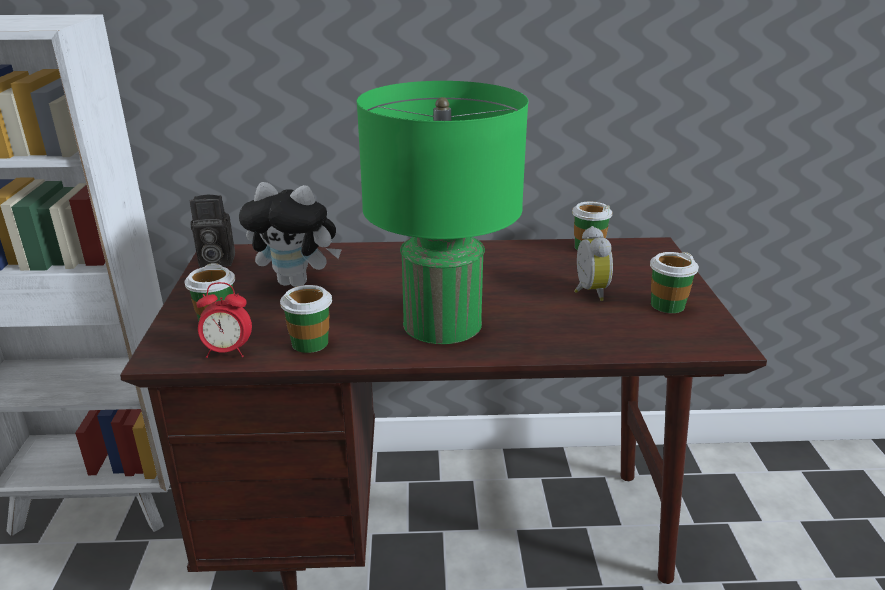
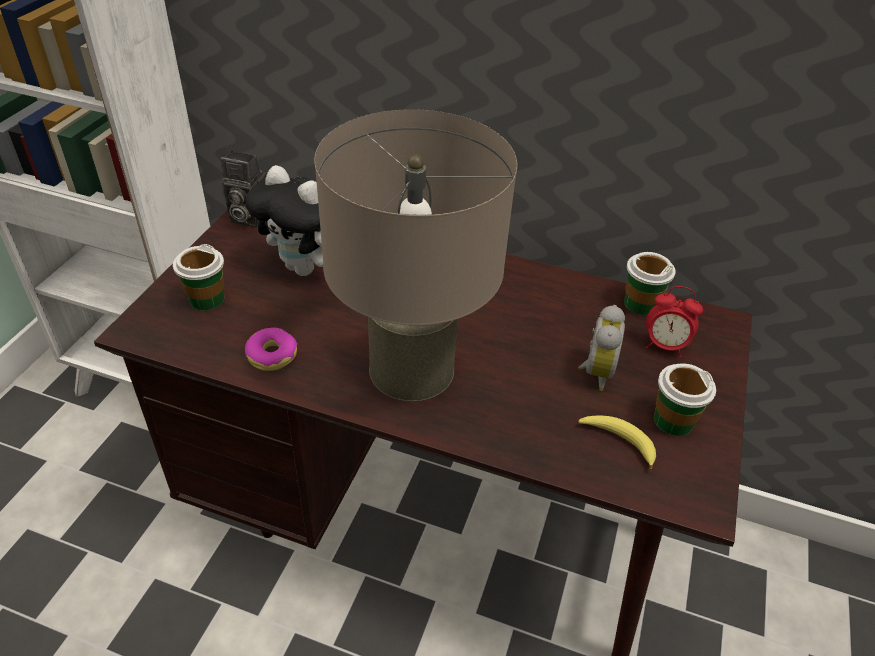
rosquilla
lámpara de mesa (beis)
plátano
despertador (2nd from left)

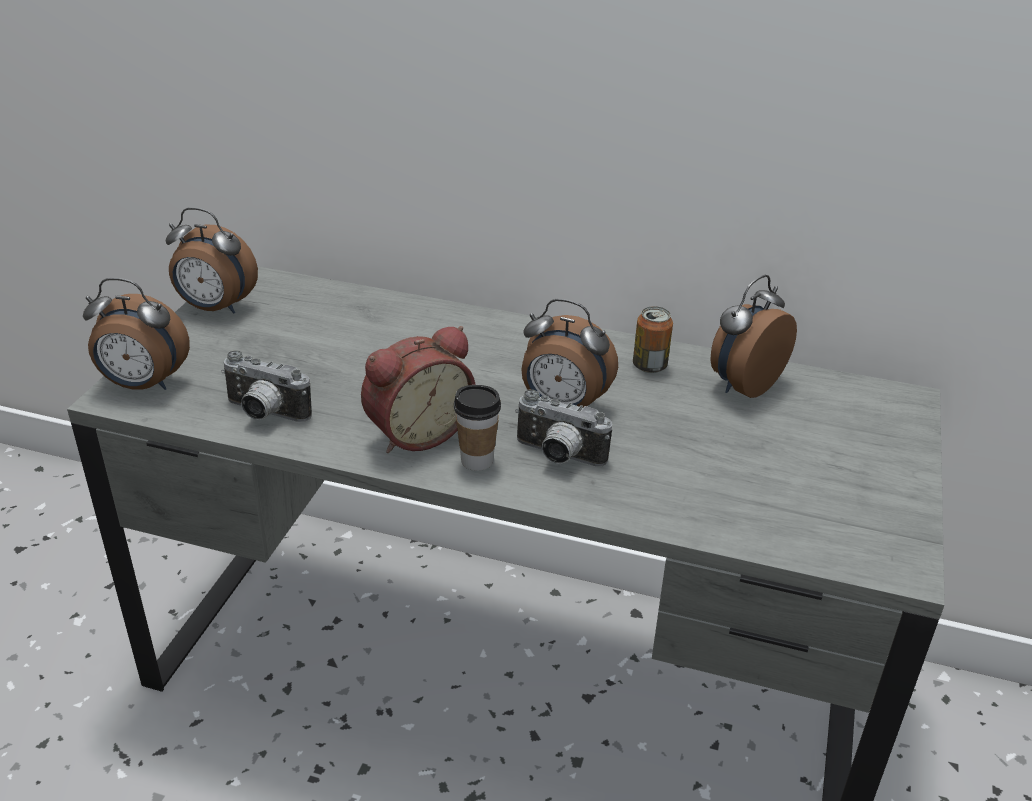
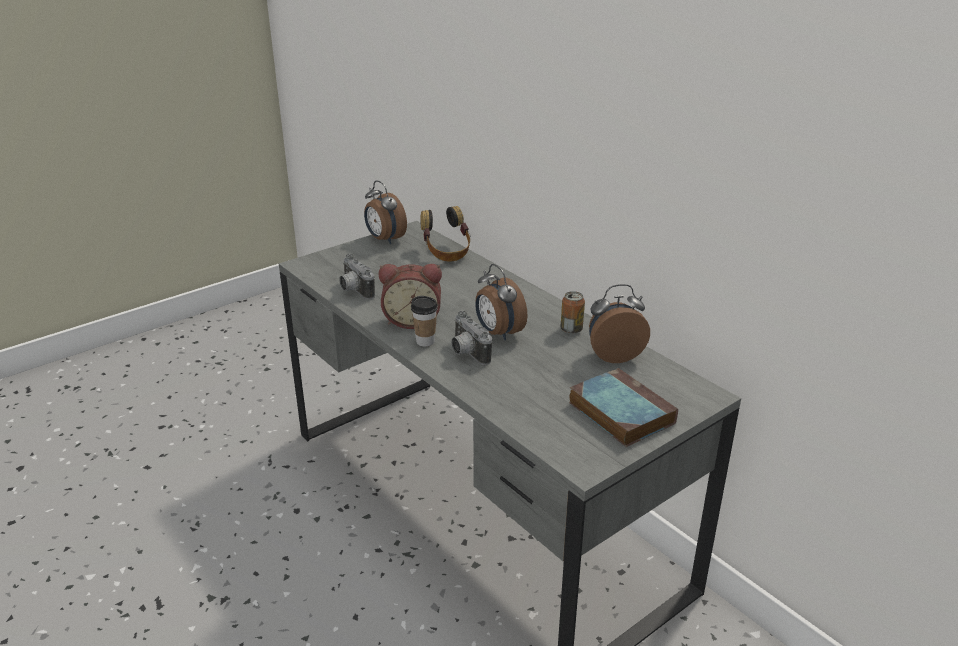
auriculares
libro
despertador (1st from left in the first image)

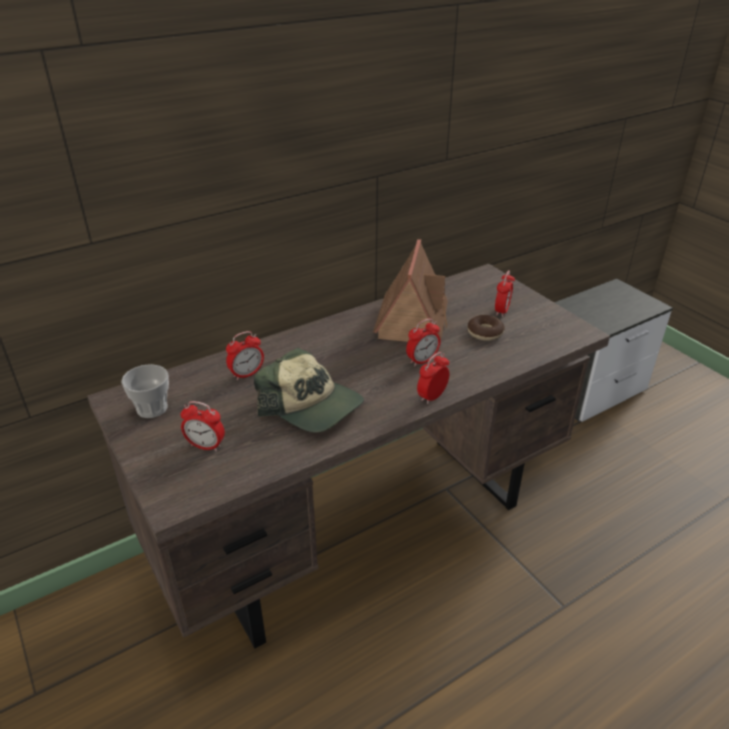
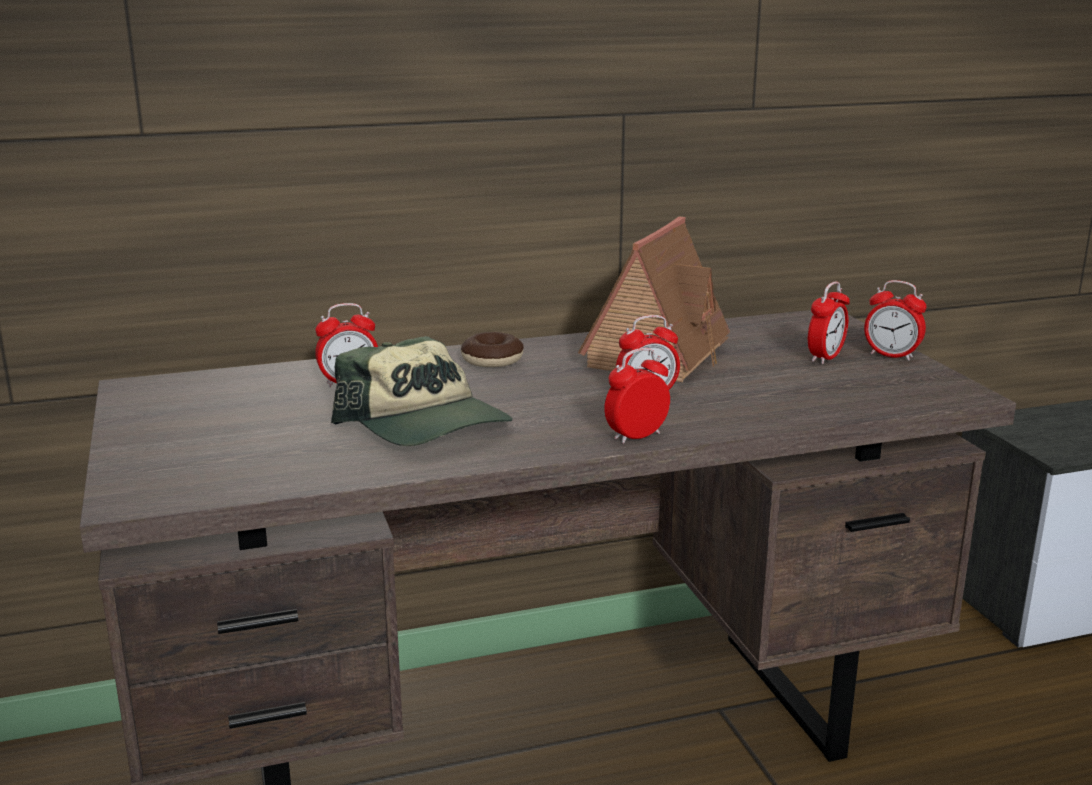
rosquilla
despertador (5th from left)
taza

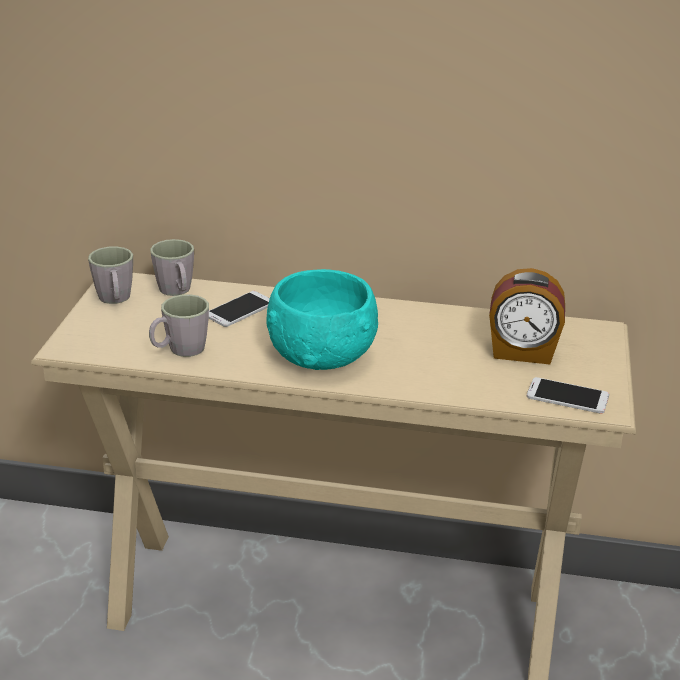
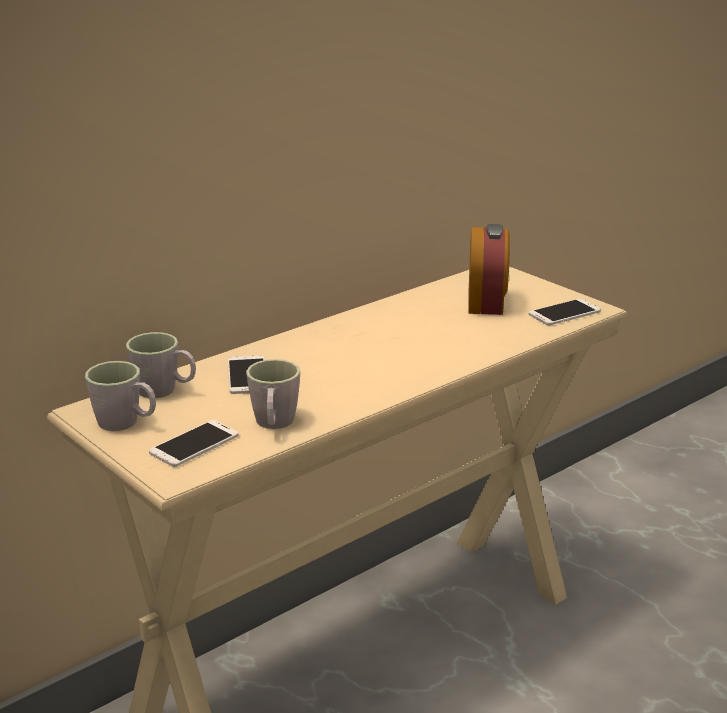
móvil (1st from left)
despertador
cuenco (turquesa)

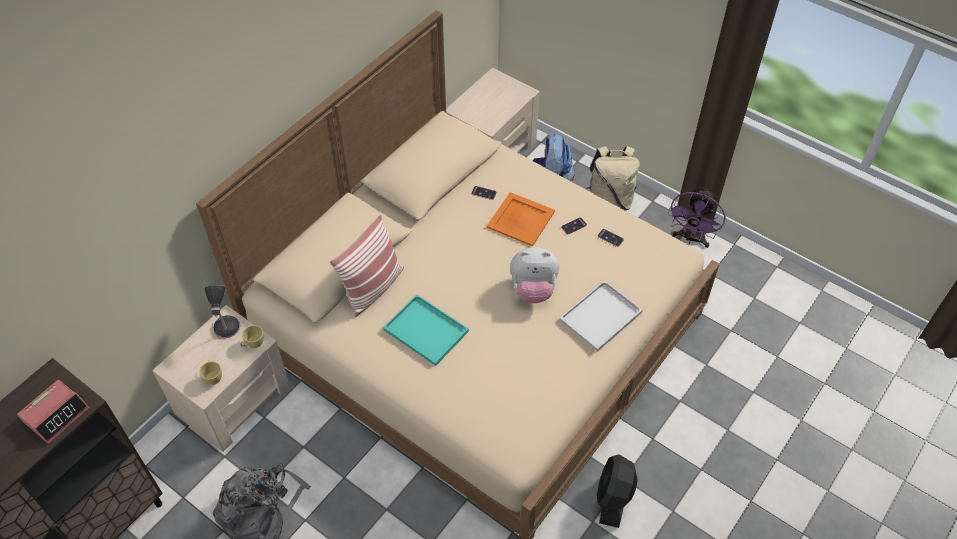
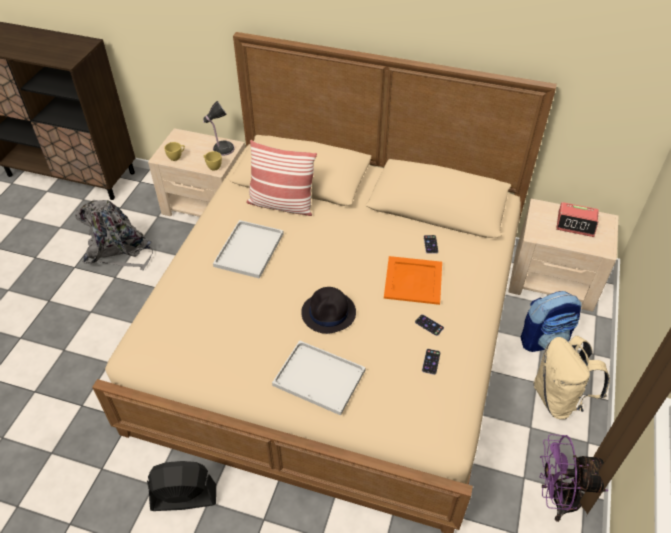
bandeja (blanco) (1st from left)
sombrero (negro)
despertador

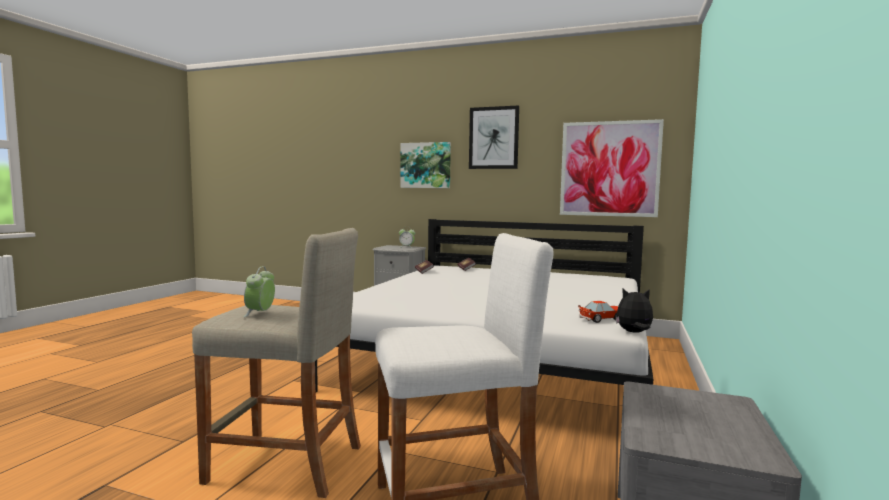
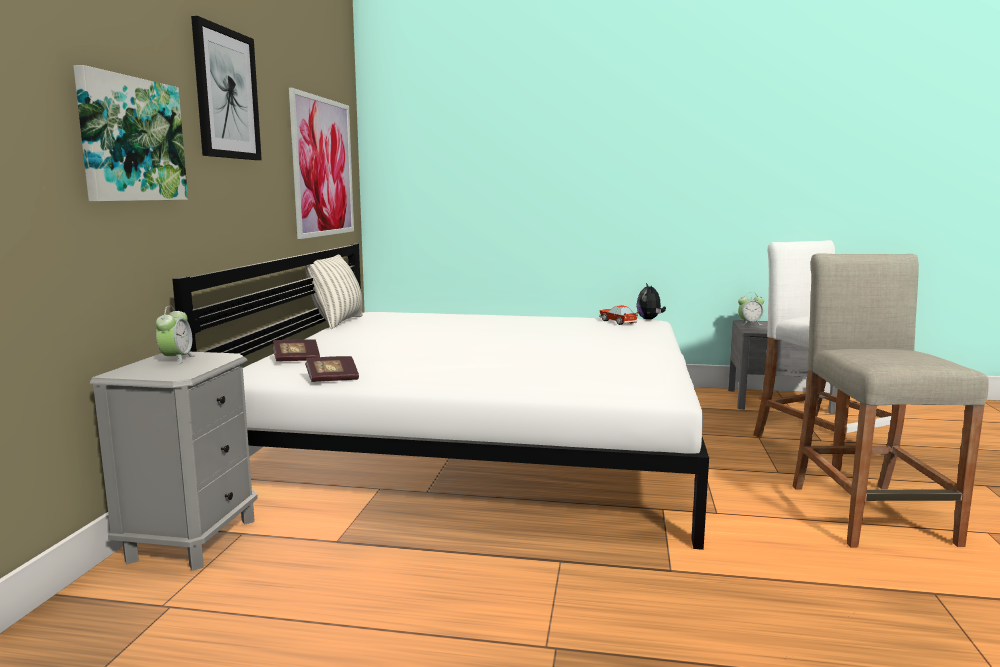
cojín
despertador (2nd from left)

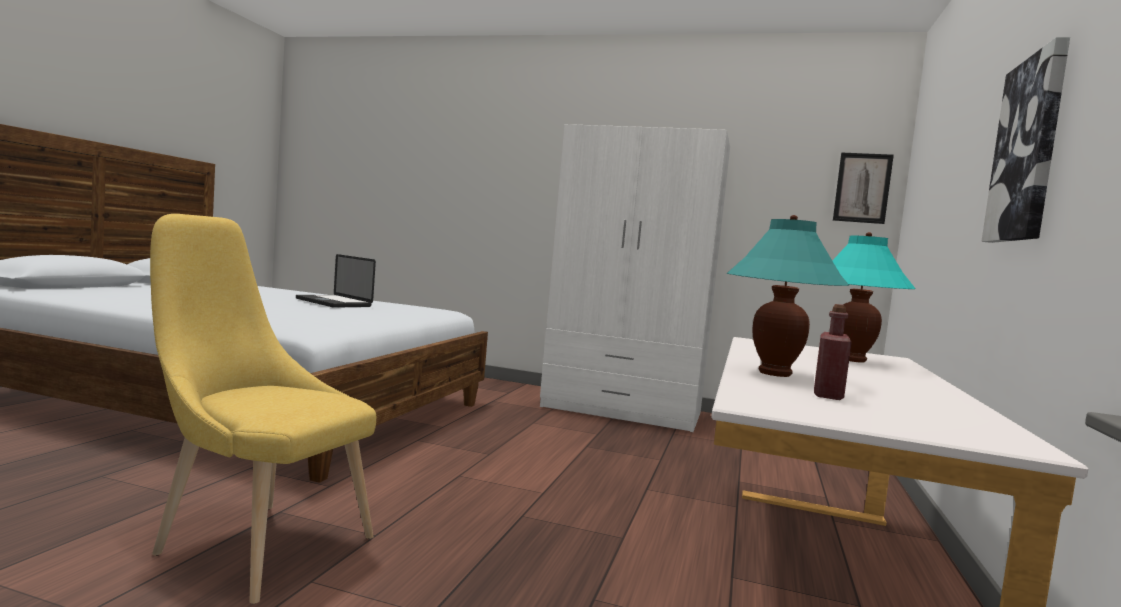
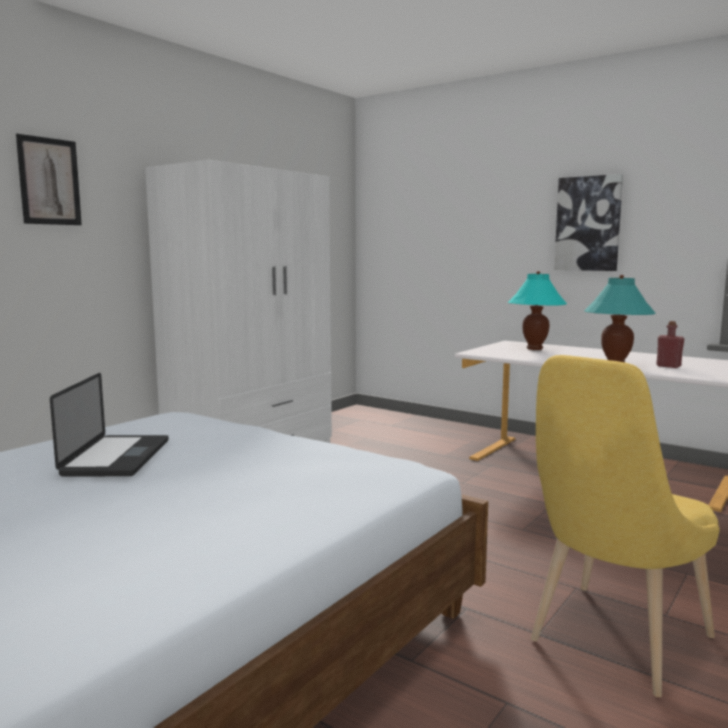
cuadro (1st from left)
portátil

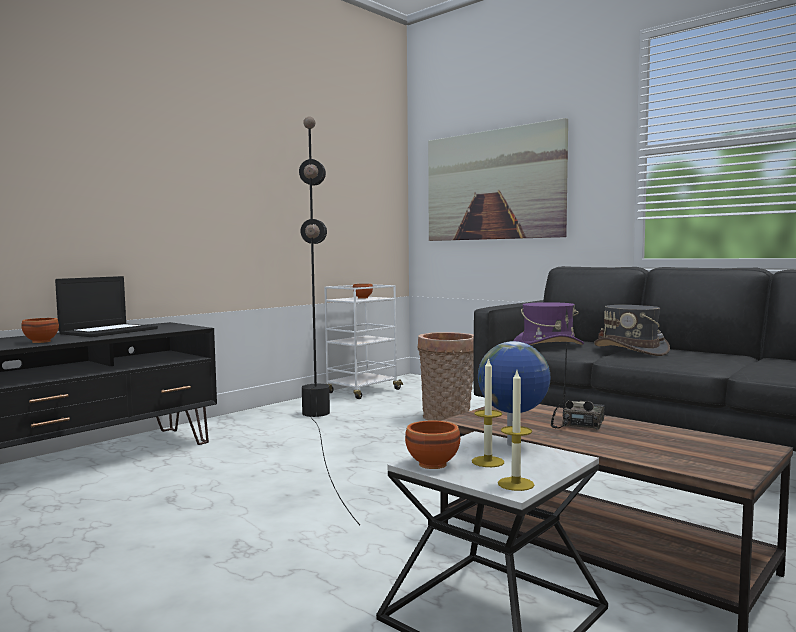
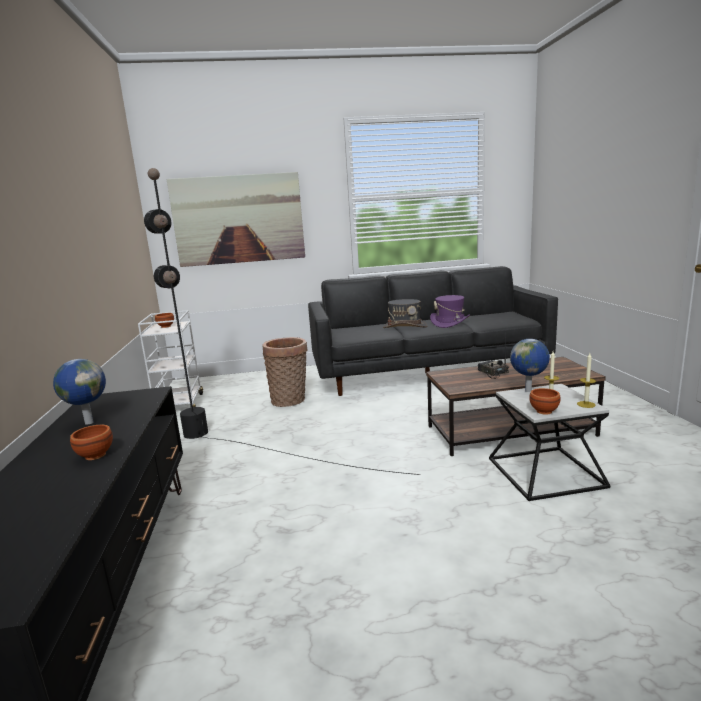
globo terráqueo (1st from left)
sombrero (morado)

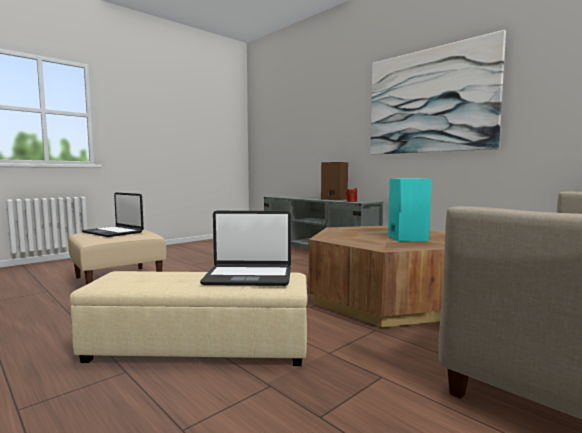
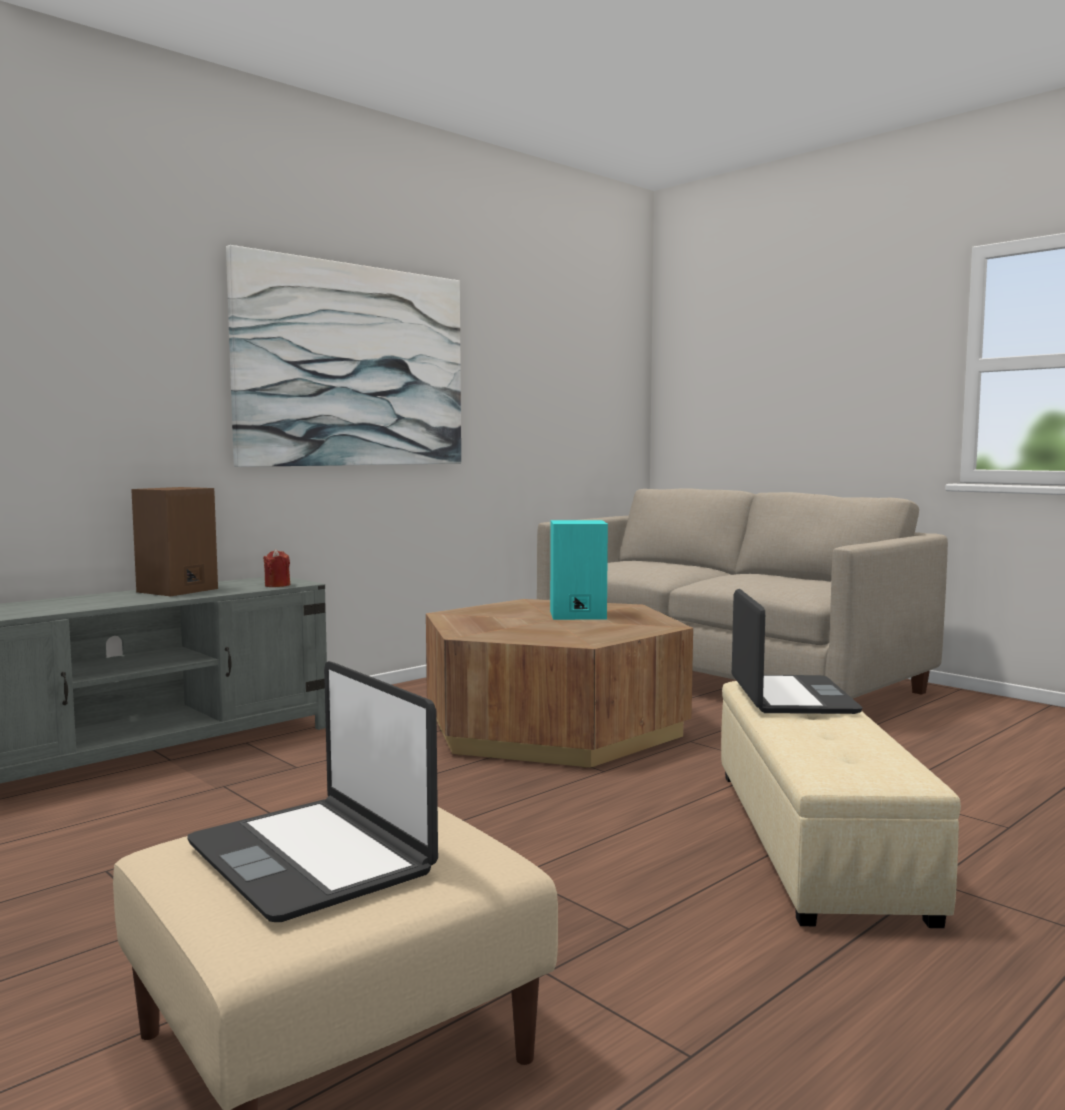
portátil (1st from left)

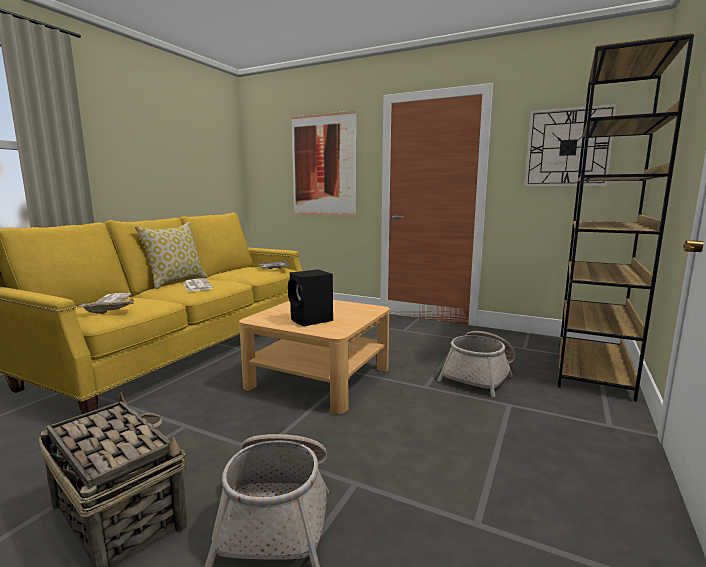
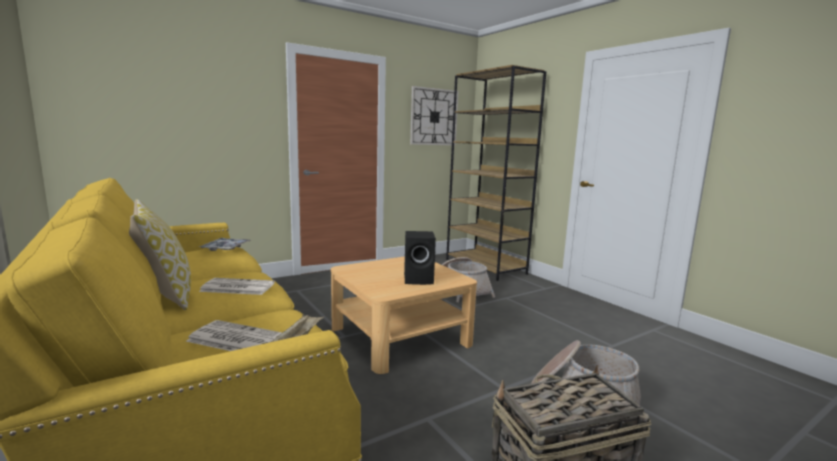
cuadro

